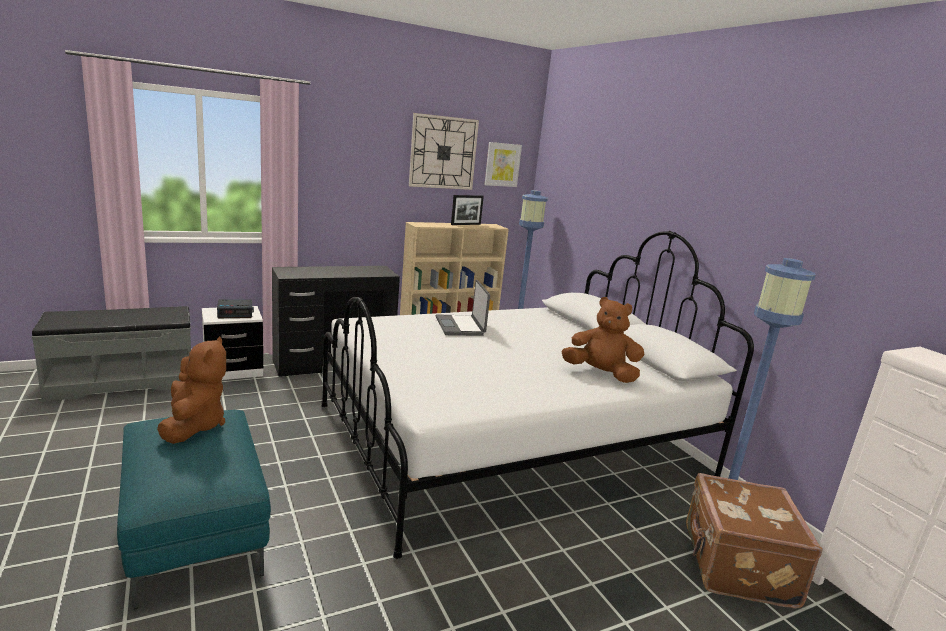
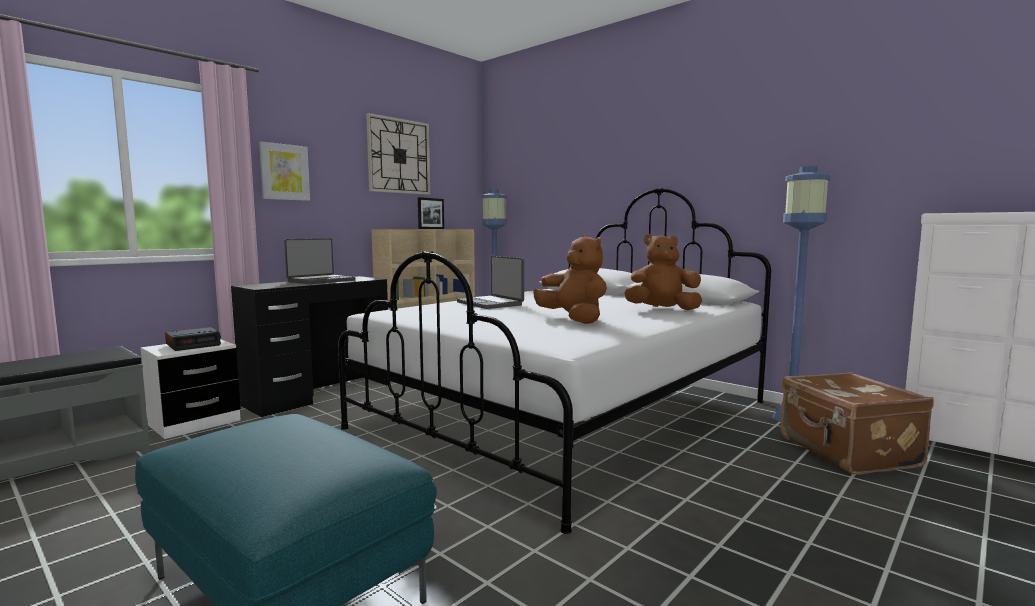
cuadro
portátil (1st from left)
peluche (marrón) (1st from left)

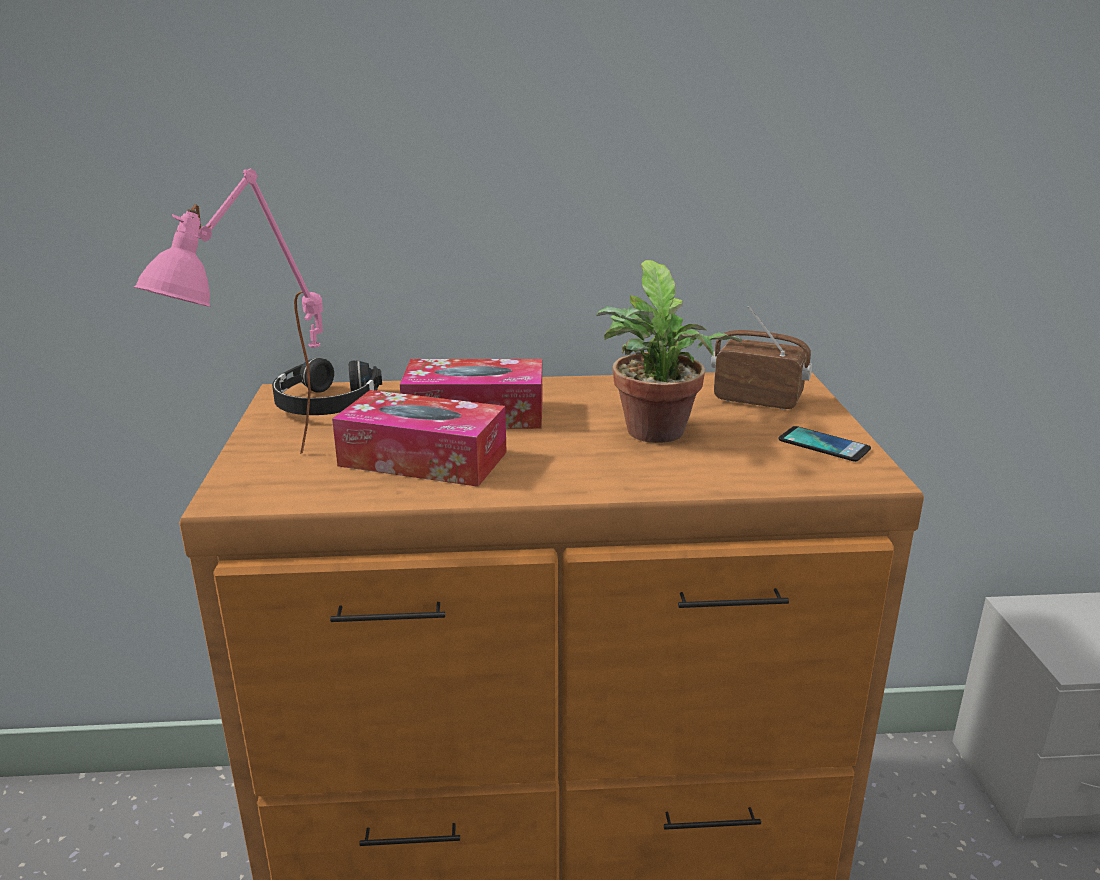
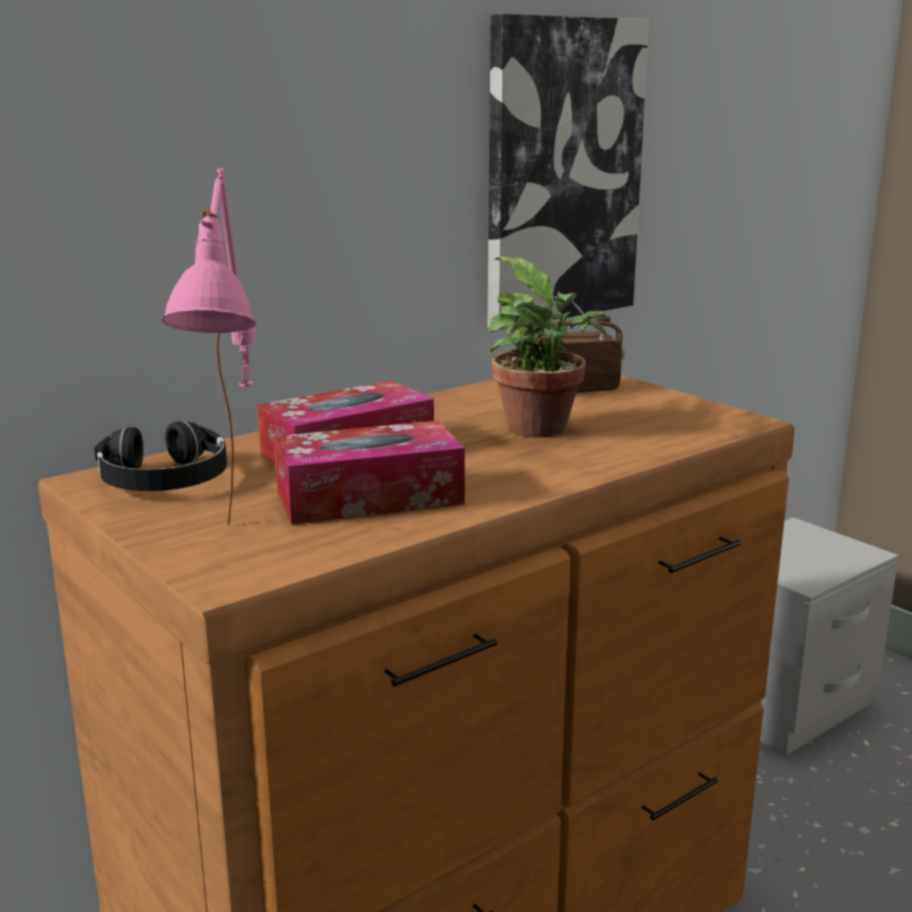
cuadro
móvil

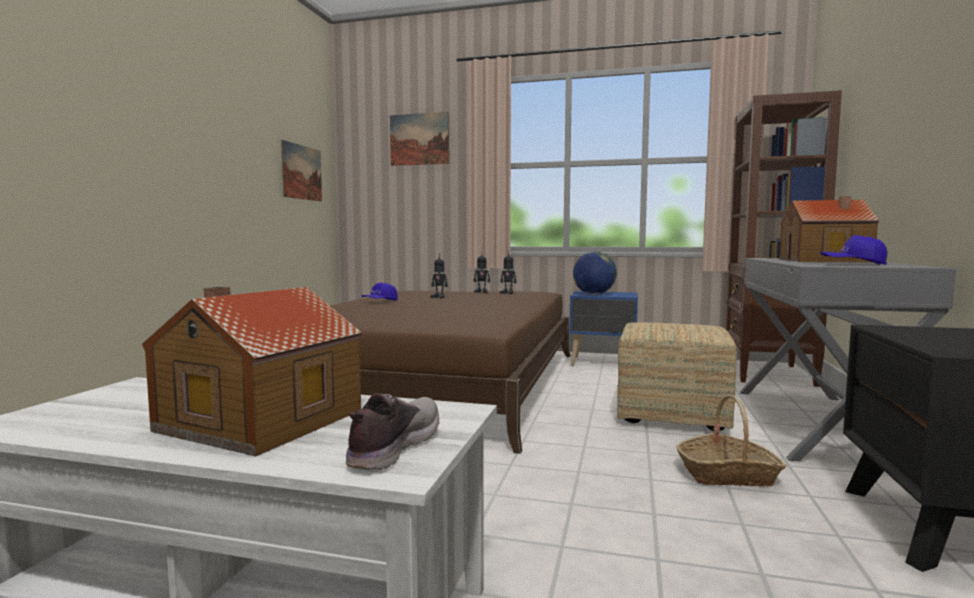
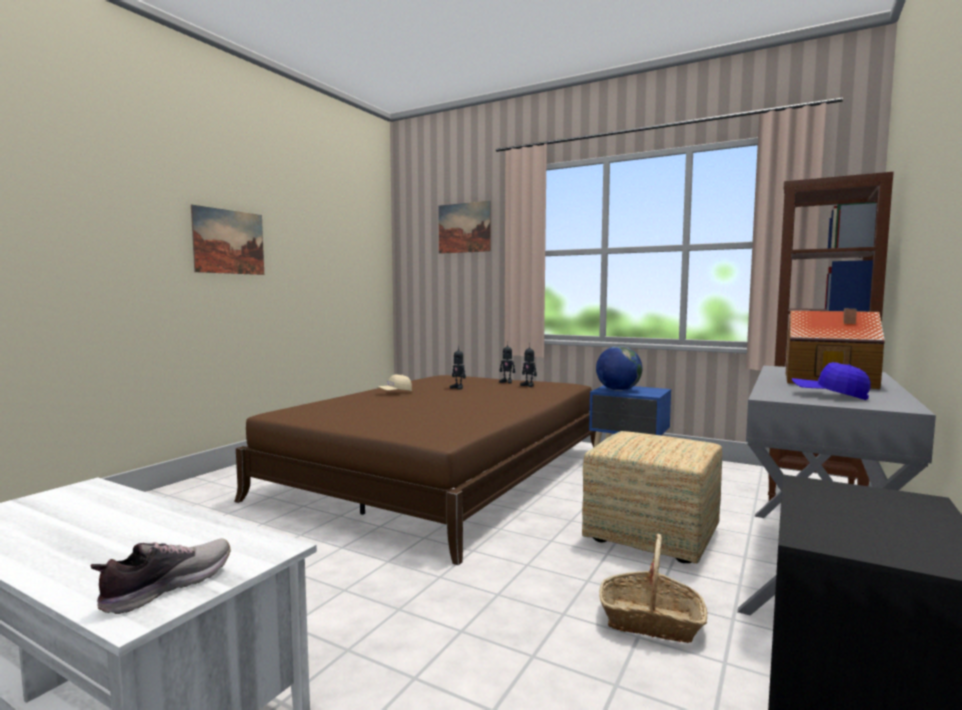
cuadro (1st from left)
gorra (beis)
casita (1st from left in the first image)

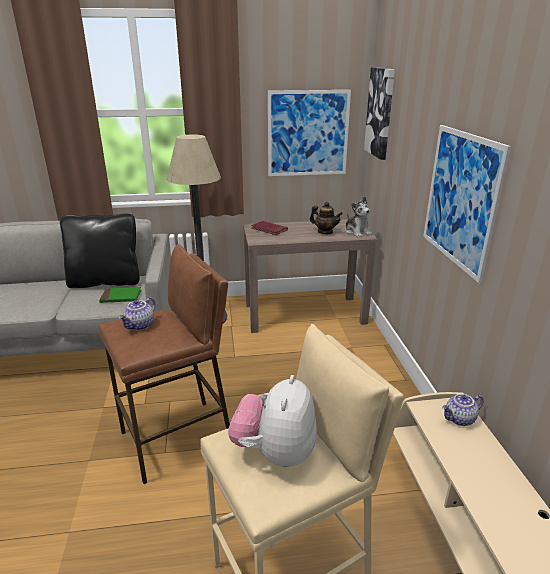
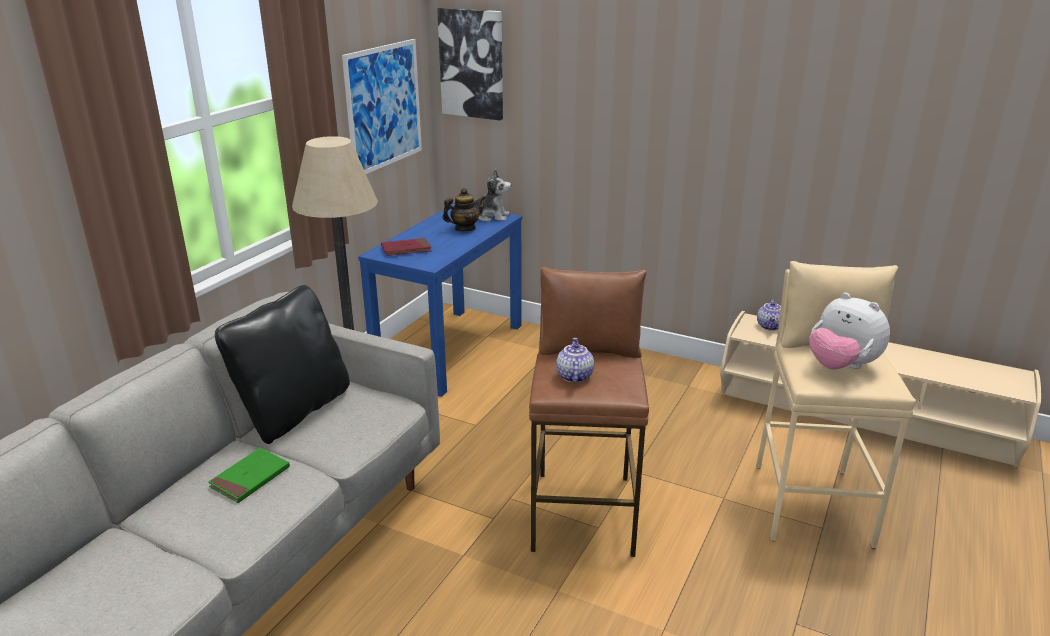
libro (verde)
mesa consola (azul)
tetera (2nd from left)
cuadro (3rd from left in the first image)

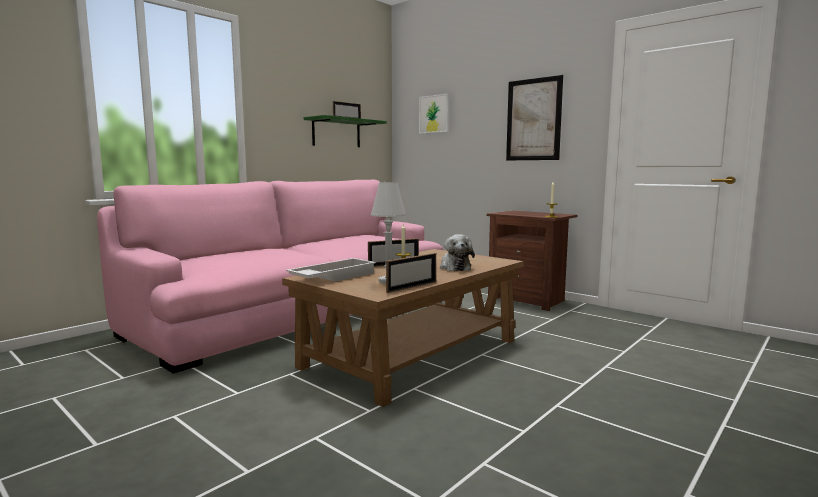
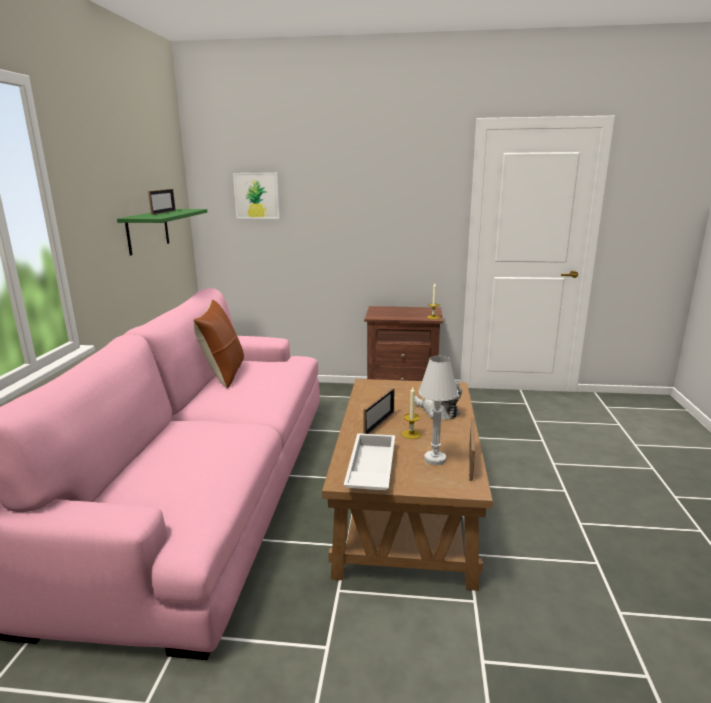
cojín (marrón)
cuadro (2nd from left in the first image)

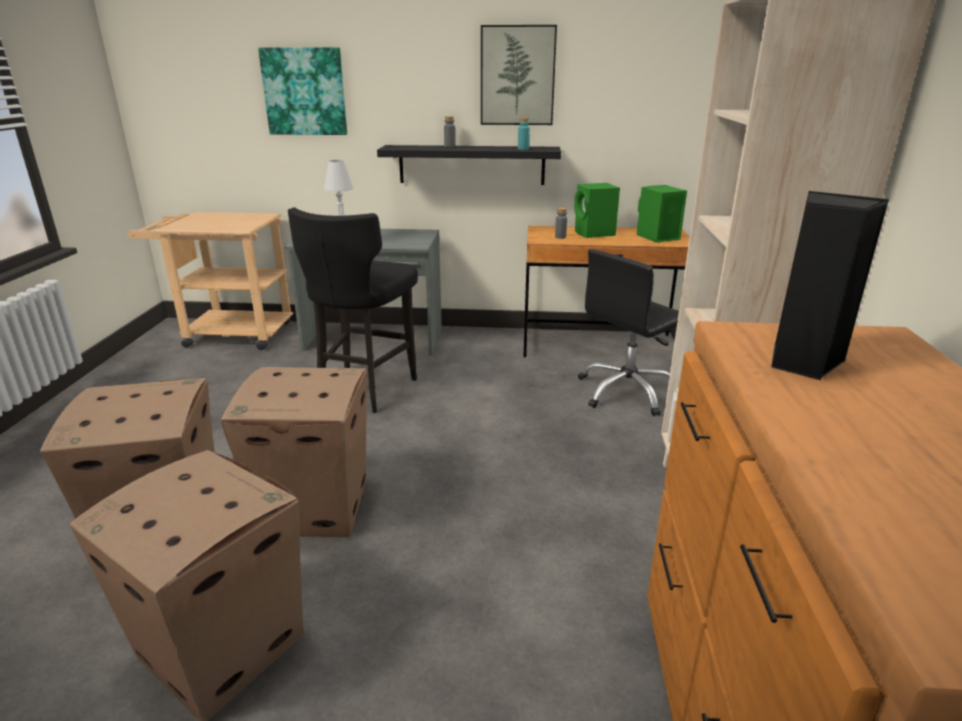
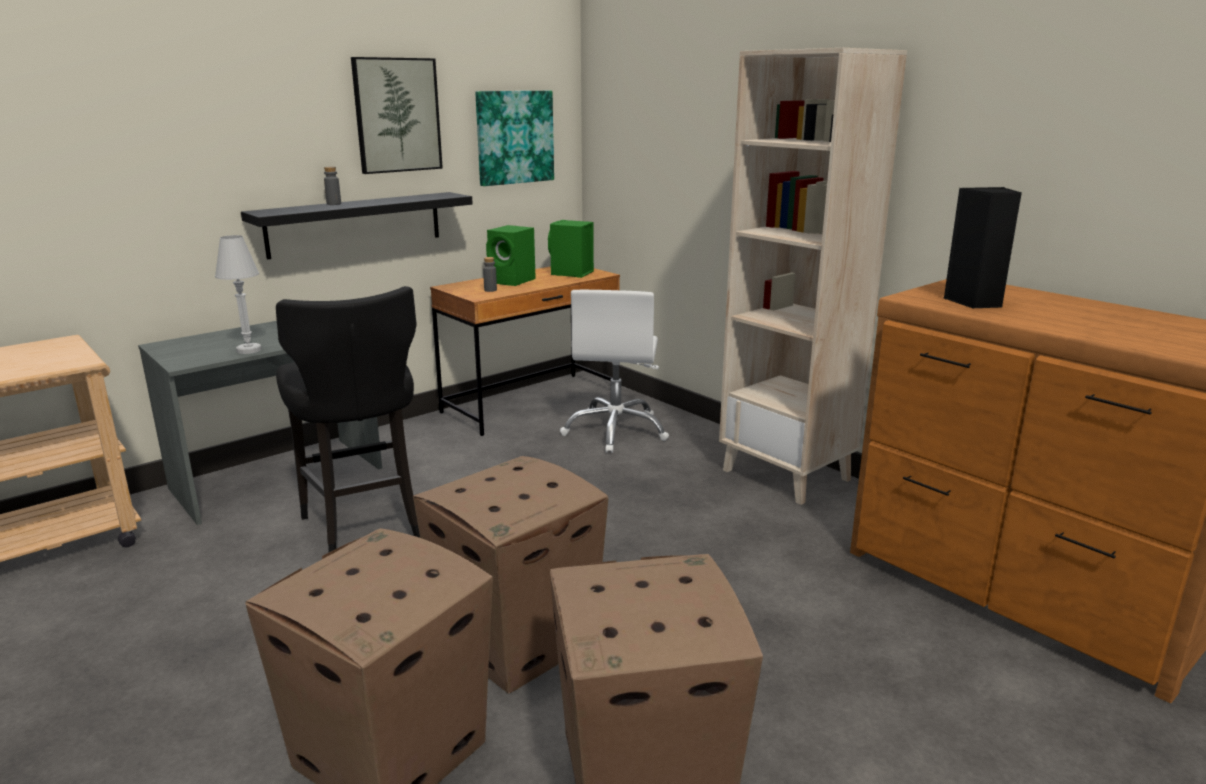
cuadro (2nd from left)
silla de oficina (blanco)
botella (turquesa)

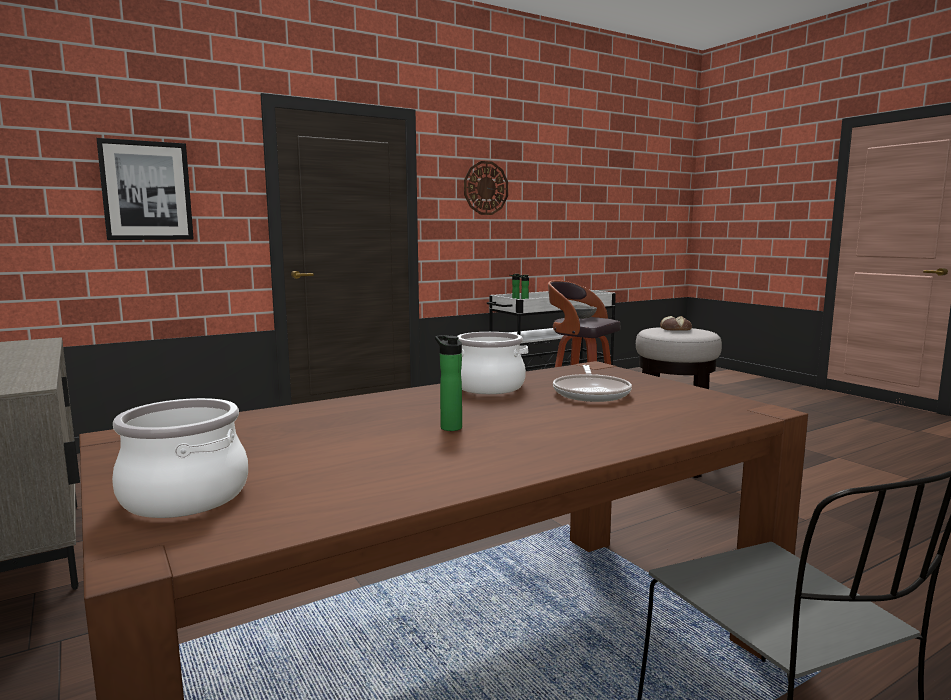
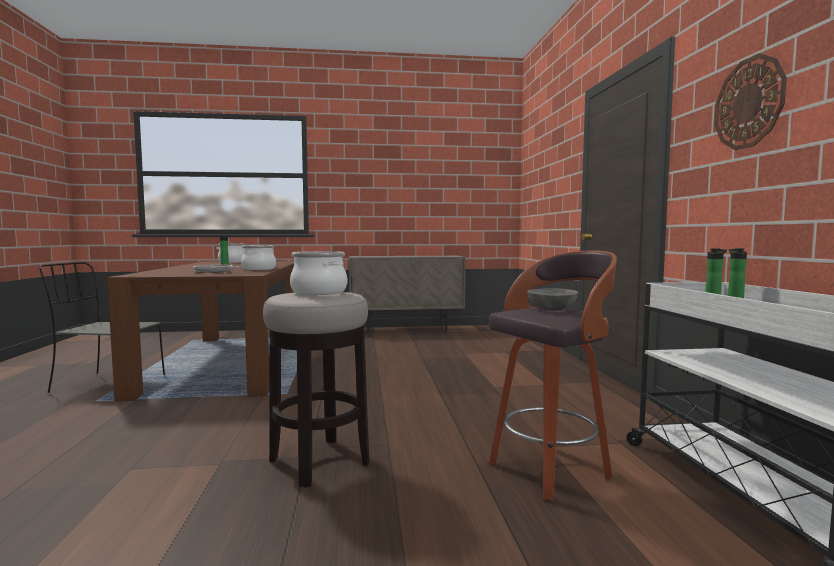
olla (3rd from left)
cuadro

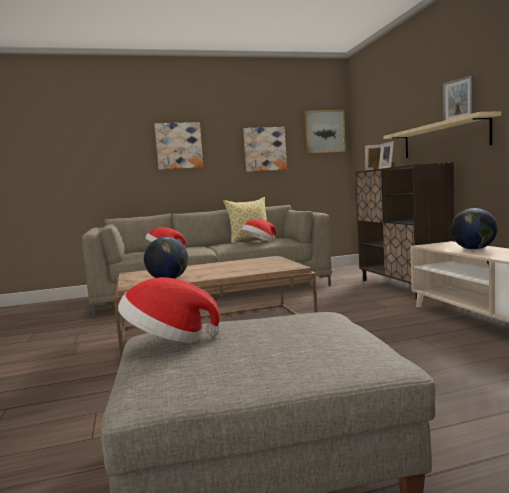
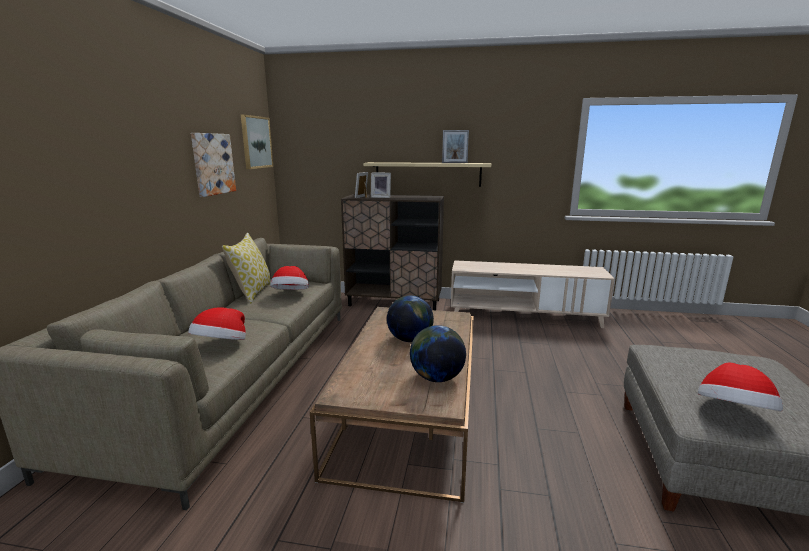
globo terráqueo (1st from left)
cuadro (1st from left in the first image)

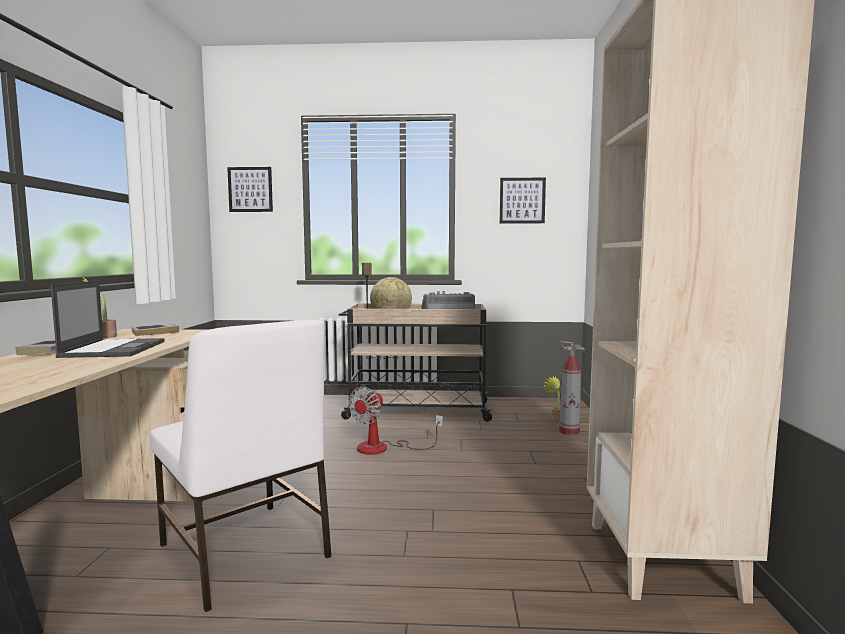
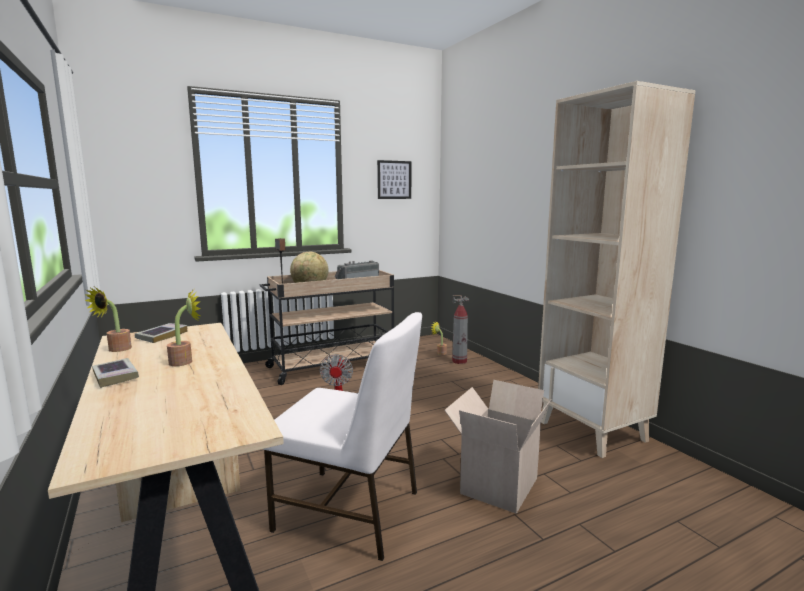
planta en maceta (2nd from left)
caja de cartón
cuadro (1st from left in the first image)

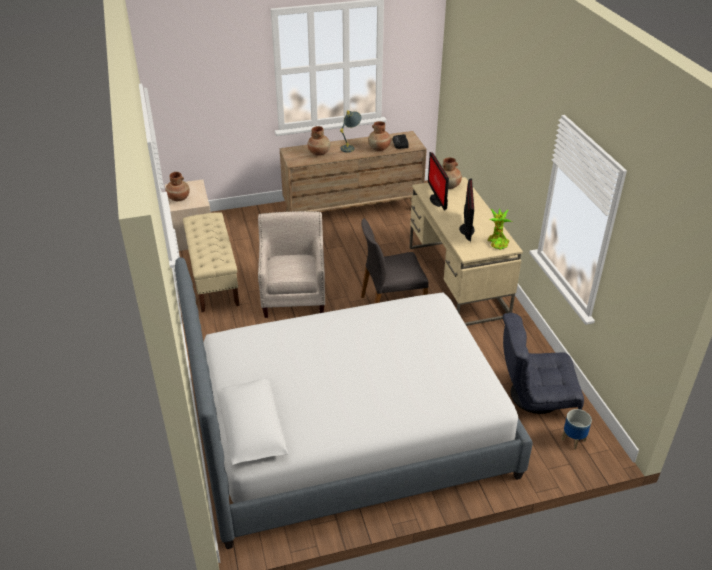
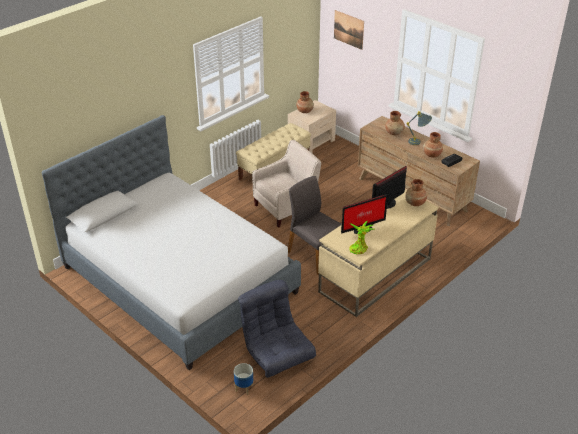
cuadro

